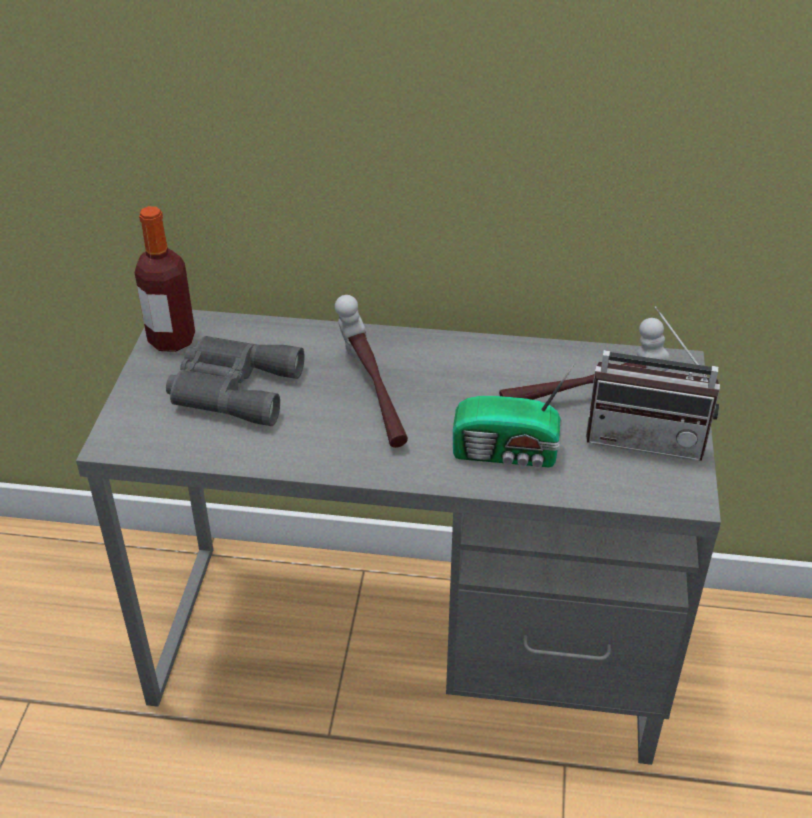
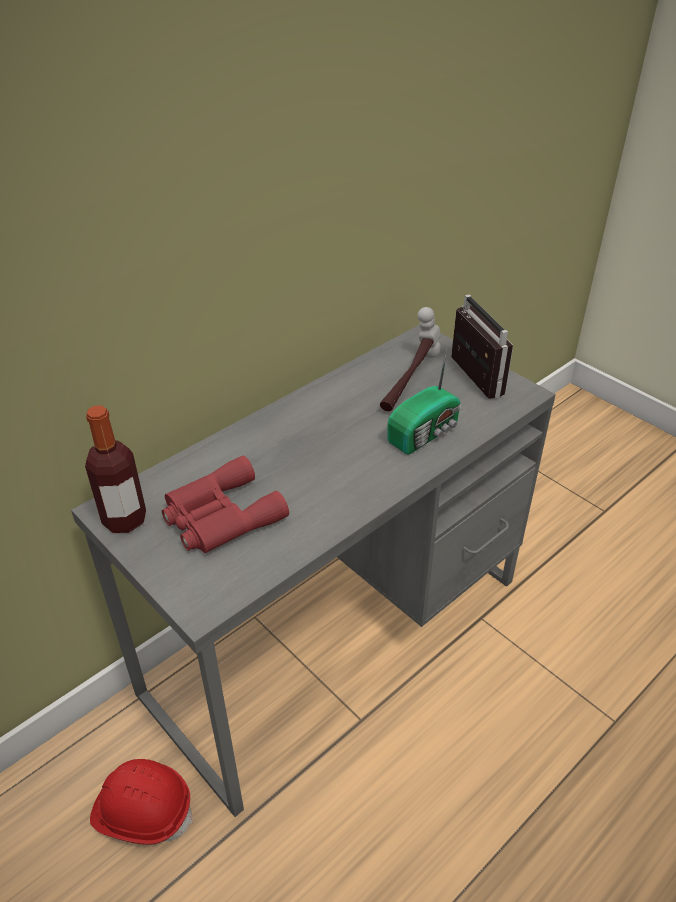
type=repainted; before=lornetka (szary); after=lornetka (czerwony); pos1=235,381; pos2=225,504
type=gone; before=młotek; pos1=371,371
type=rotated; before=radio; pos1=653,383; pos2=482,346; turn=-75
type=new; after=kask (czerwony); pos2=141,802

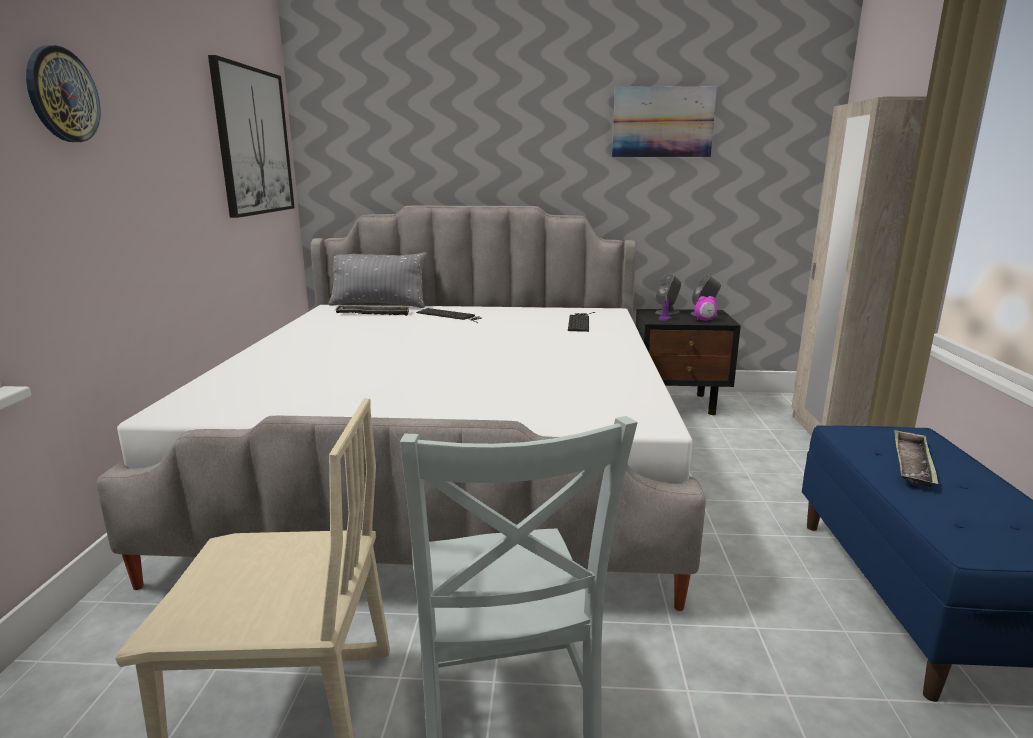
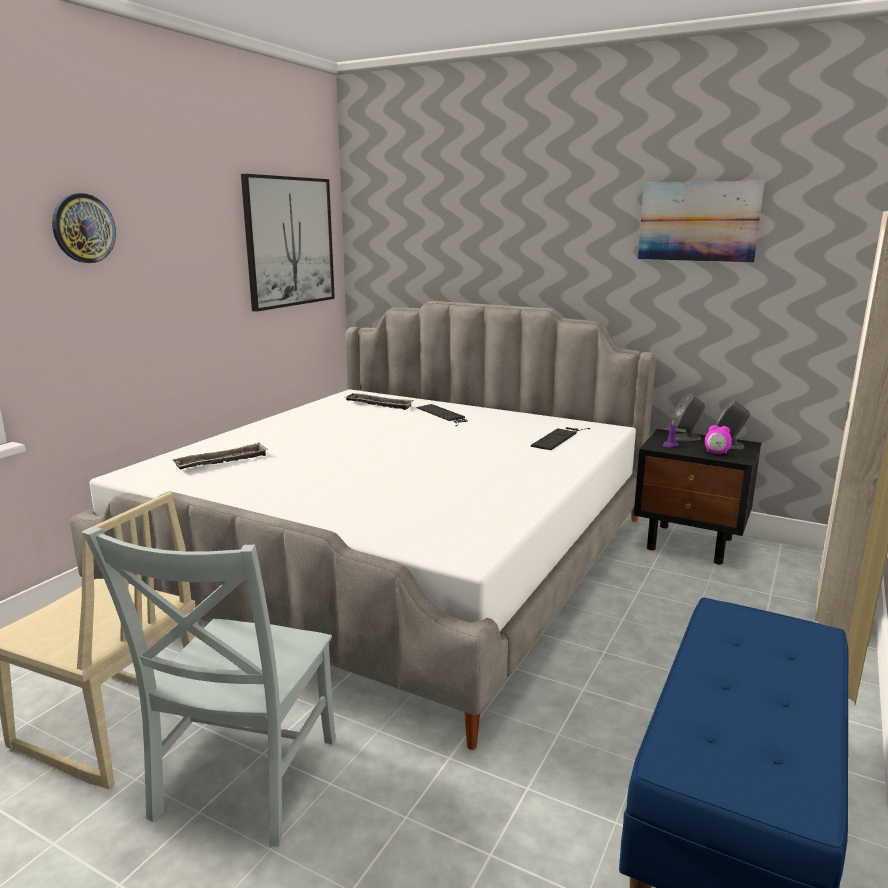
type=gone; before=poduszka (szary); pos1=378,280
type=shifted; before=taca; pos1=916,458; pos2=220,456

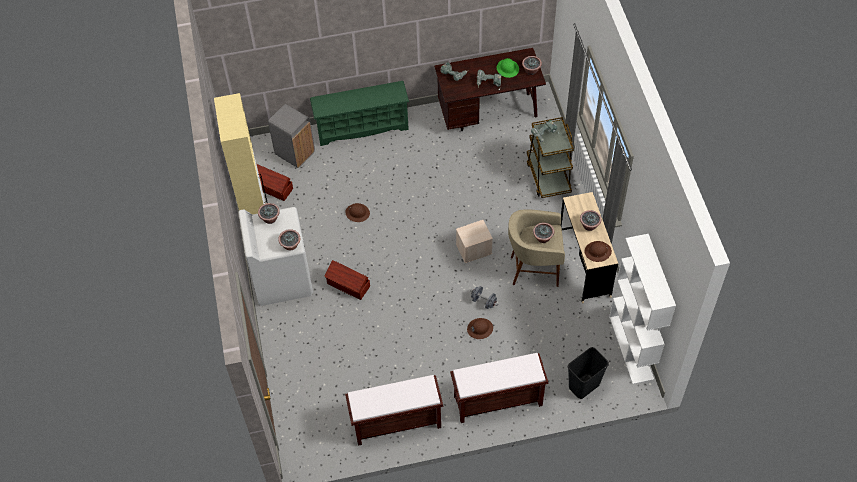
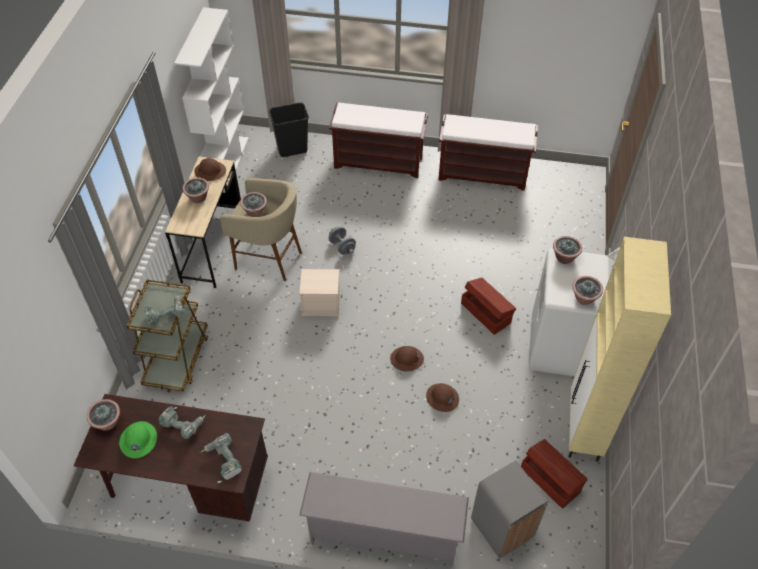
type=repainted; before=regał na buty (zielony); after=regał na buty (szary); pos1=359,113; pos2=384,519
type=shifted; before=kask (brązowy); pos1=480,328; pos2=407,358

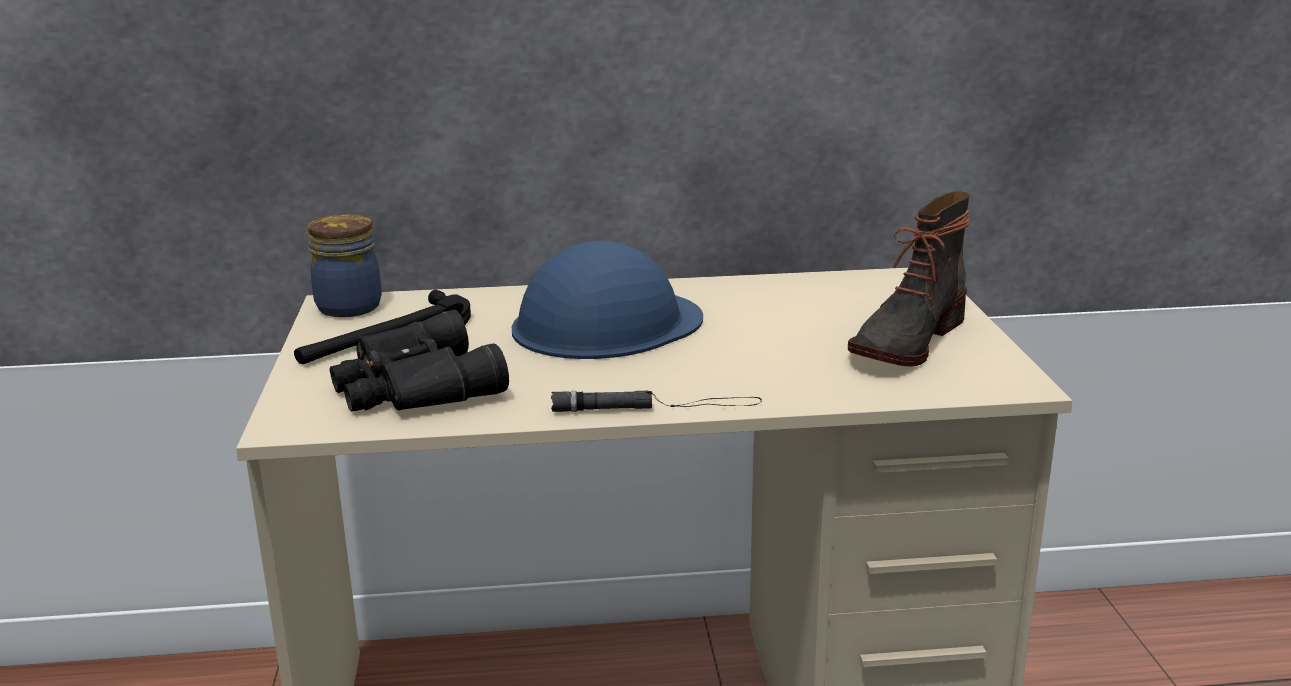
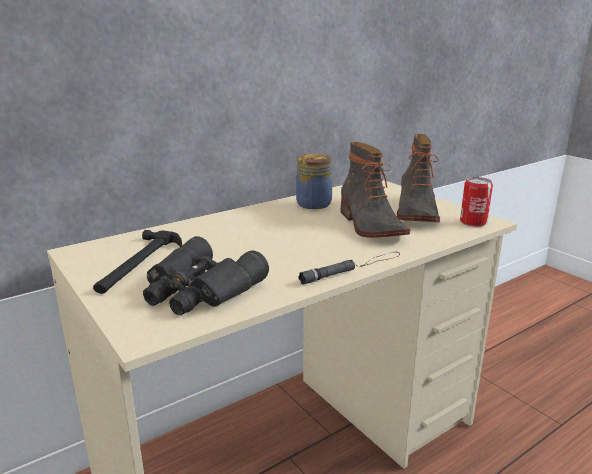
type=shifted; before=słoik; pos1=344,265; pos2=314,181
type=gone; before=kask (niebieski); pos1=607,300
type=new; after=but z cholewką; pos2=375,190
type=new; after=puszka; pos2=476,202

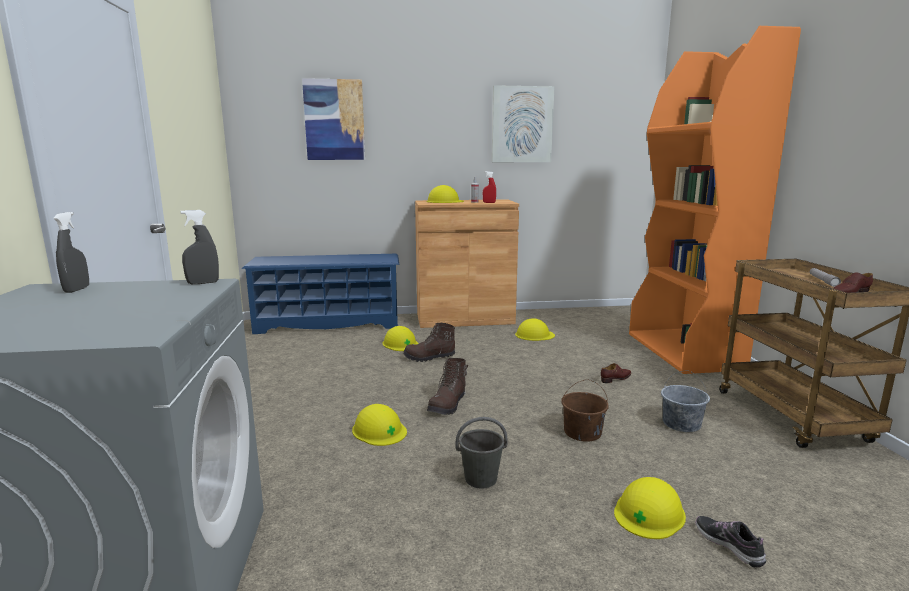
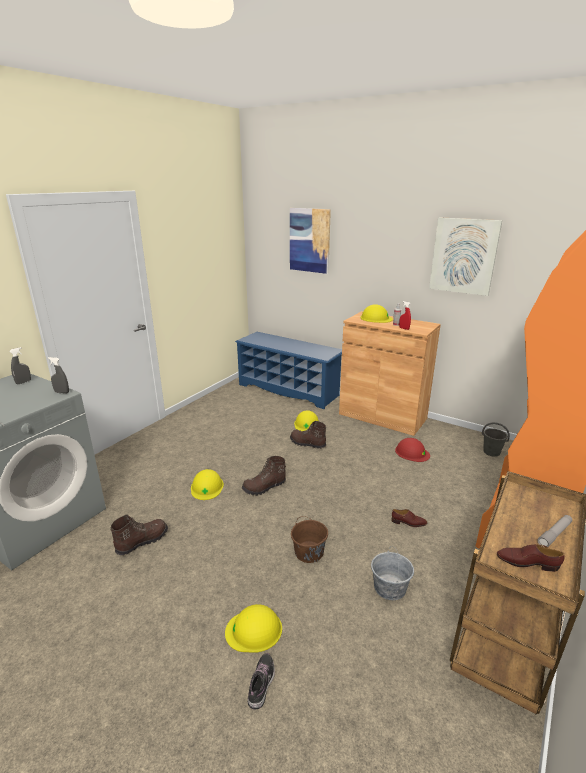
type=shifted; before=wiadro (szary); pos1=481,453; pos2=496,439
type=repainted; before=kask (żółty); after=kask (czerwony); pos1=535,329; pos2=412,450
type=new; after=but z cholewką (brązowy); pos2=139,535

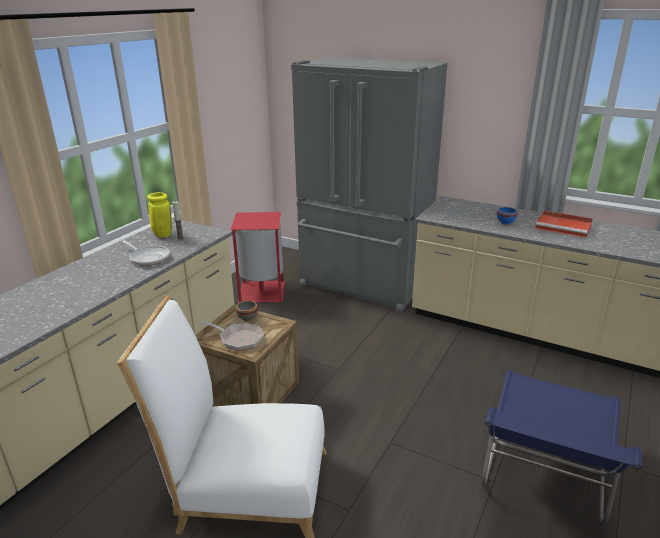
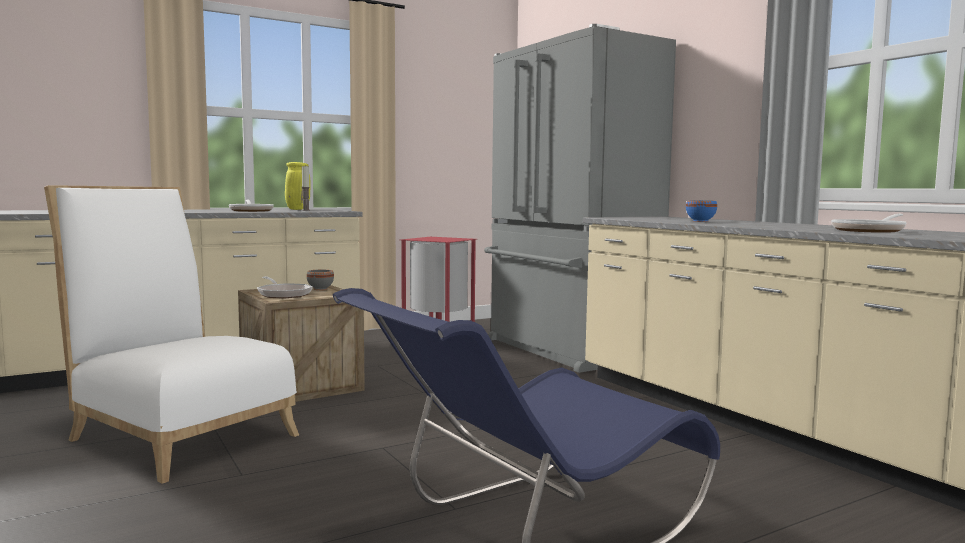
type=gone; before=taca (czerwony); pos1=564,224
type=new; after=patelnia; pos2=868,223

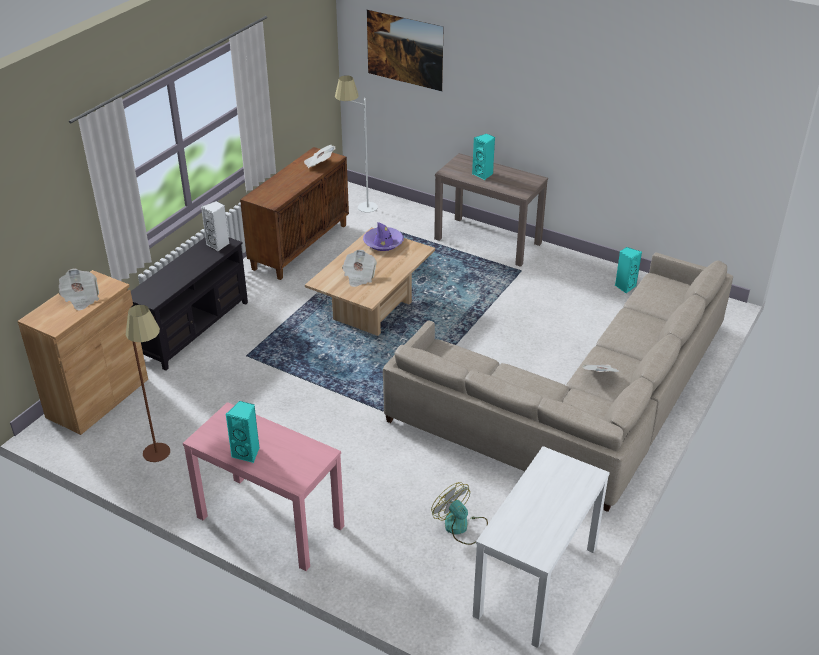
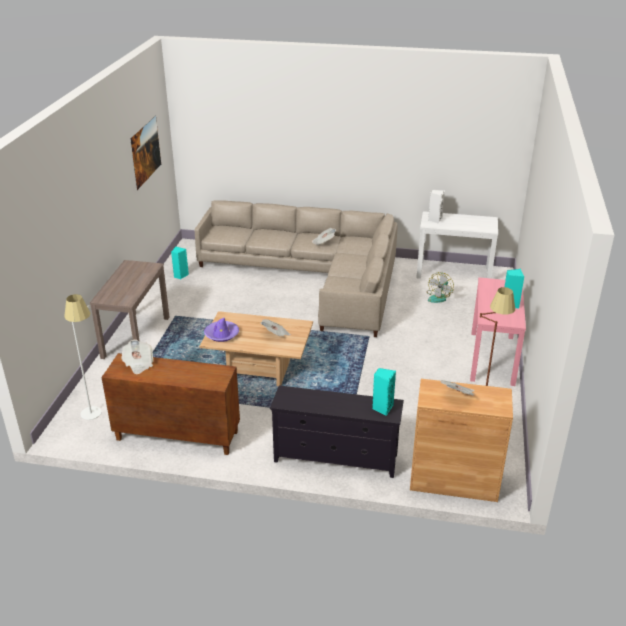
type=shifted; before=głośnik (biały); pos1=215,226; pos2=436,206
type=shifted; before=obraz; pos1=405,50; pos2=145,153
type=shifted; before=głośnik (turkusowy); pos1=483,156; pos2=384,392

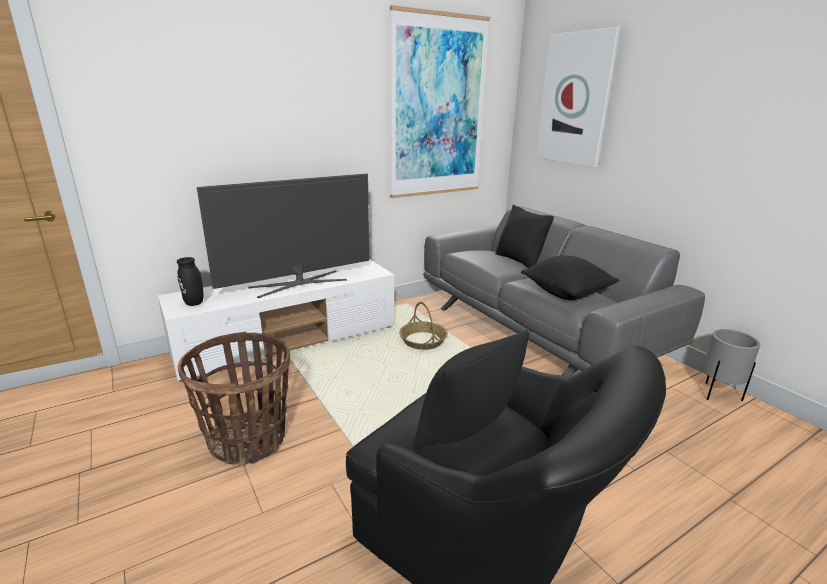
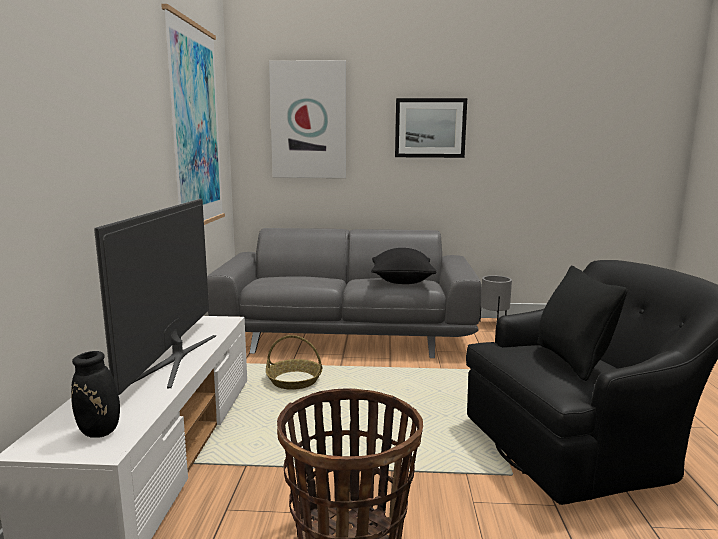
type=gone; before=poduszka (czarny); pos1=524,236
type=new; after=obraz; pos2=431,128

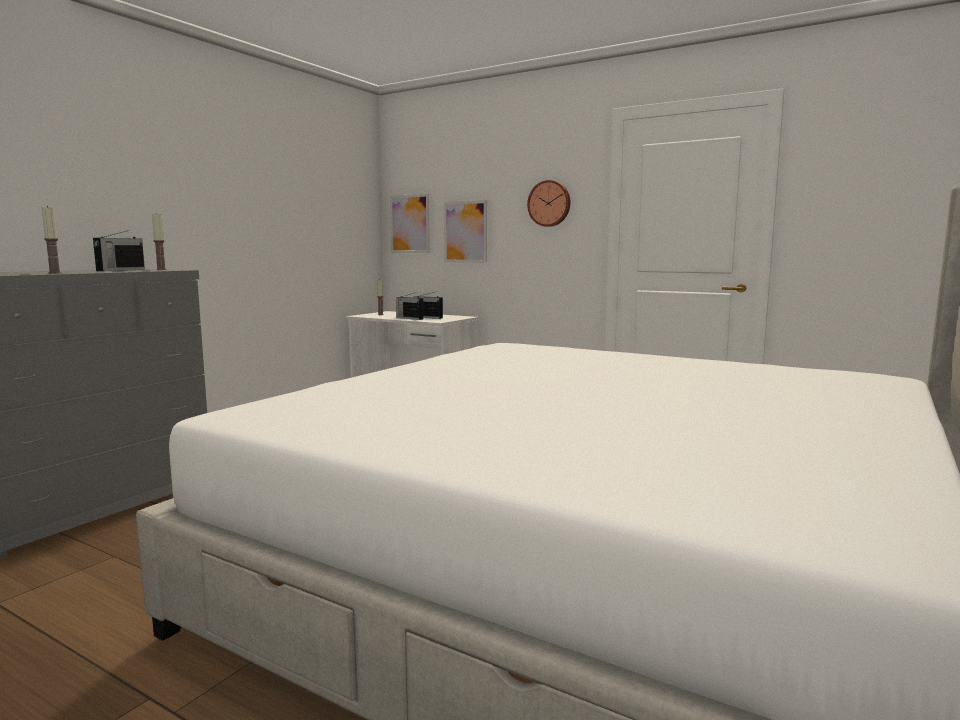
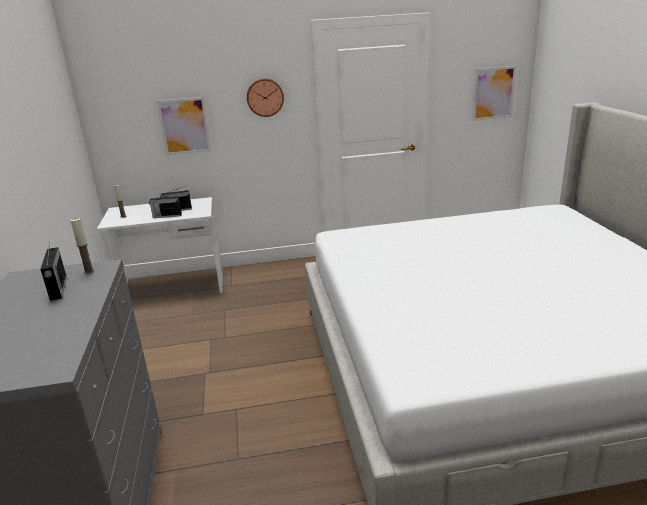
type=gone; before=świeca; pos1=51,240
type=shifted; before=obraz; pos1=410,223; pos2=494,93

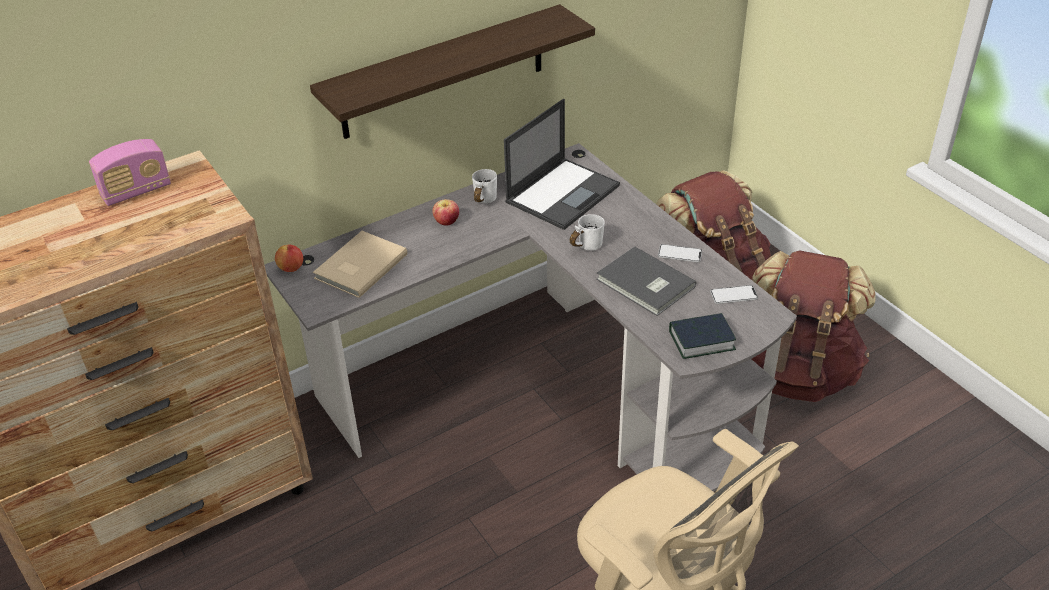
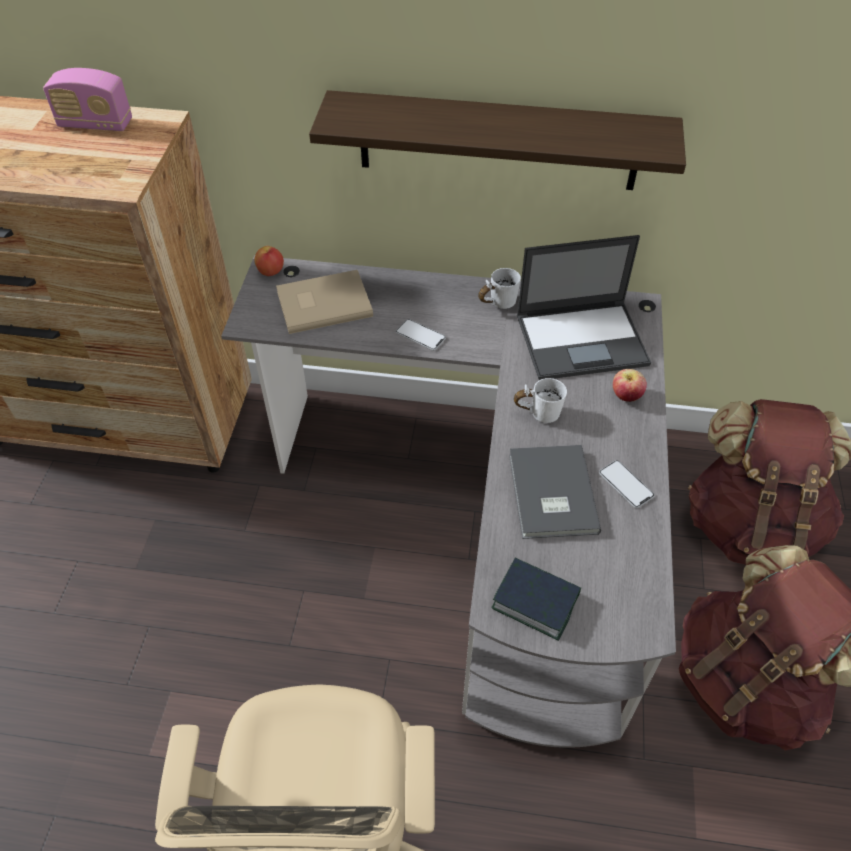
type=shifted; before=jabłko; pos1=445,212; pos2=630,385
type=shifted; before=telefon; pos1=734,294; pos2=421,335

